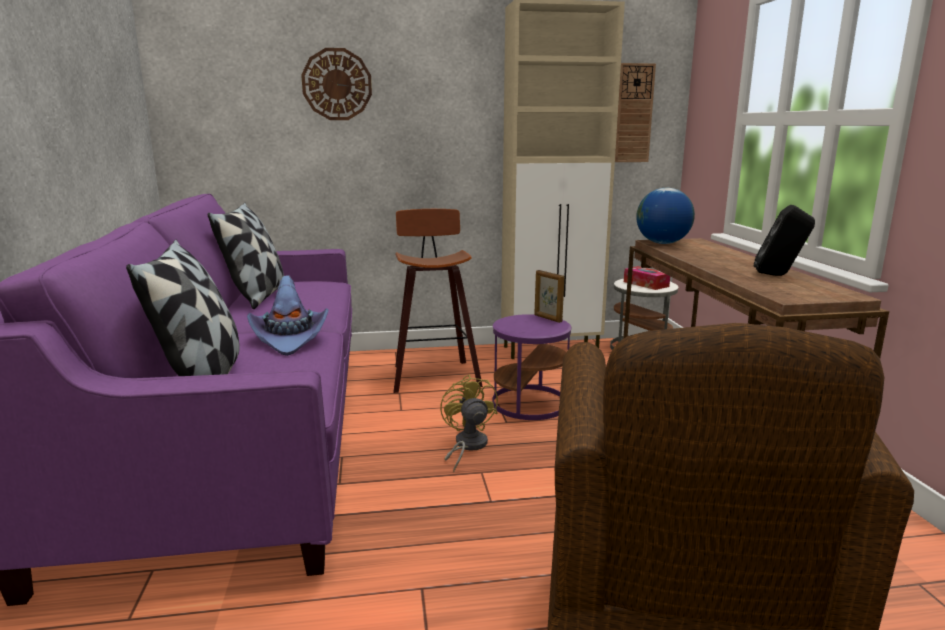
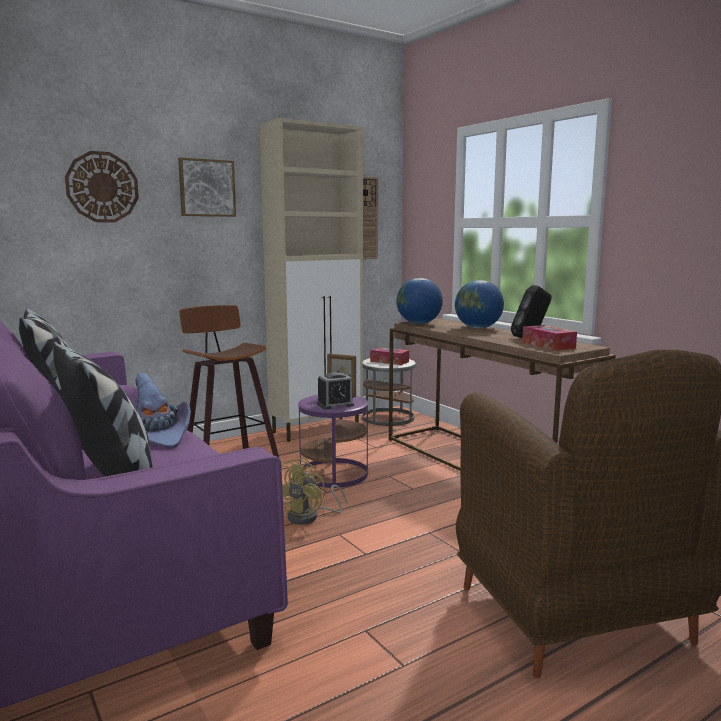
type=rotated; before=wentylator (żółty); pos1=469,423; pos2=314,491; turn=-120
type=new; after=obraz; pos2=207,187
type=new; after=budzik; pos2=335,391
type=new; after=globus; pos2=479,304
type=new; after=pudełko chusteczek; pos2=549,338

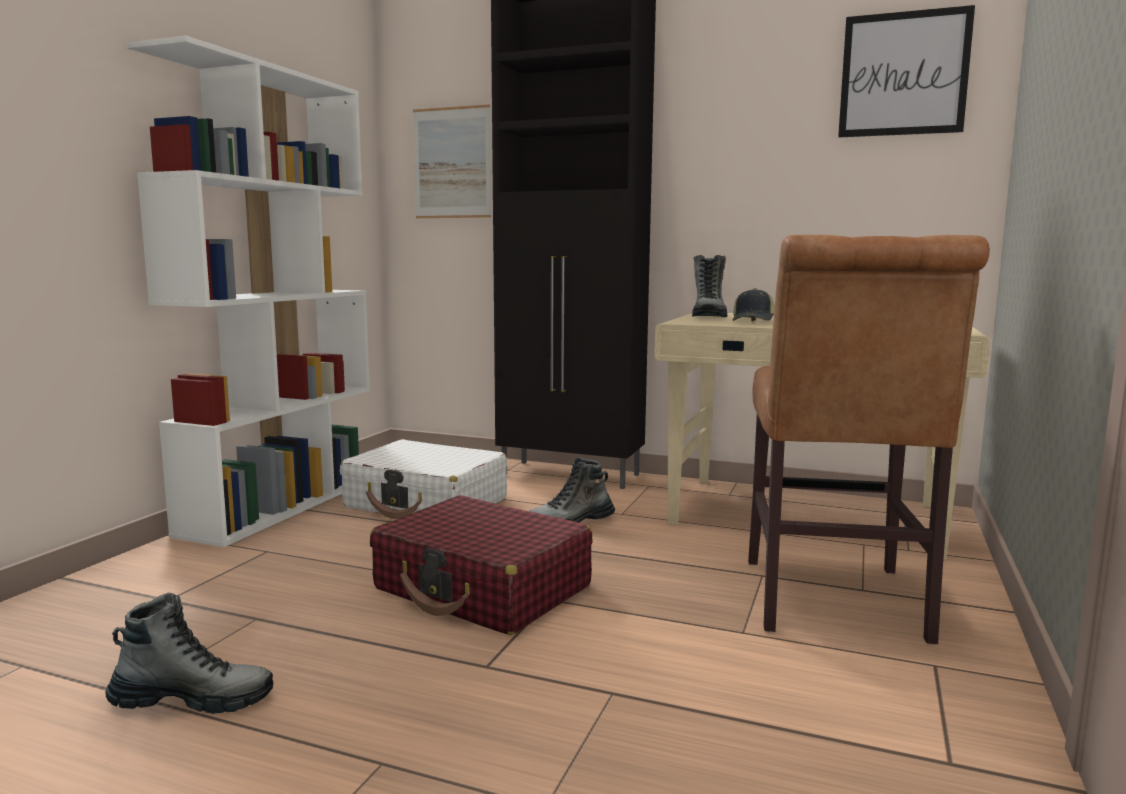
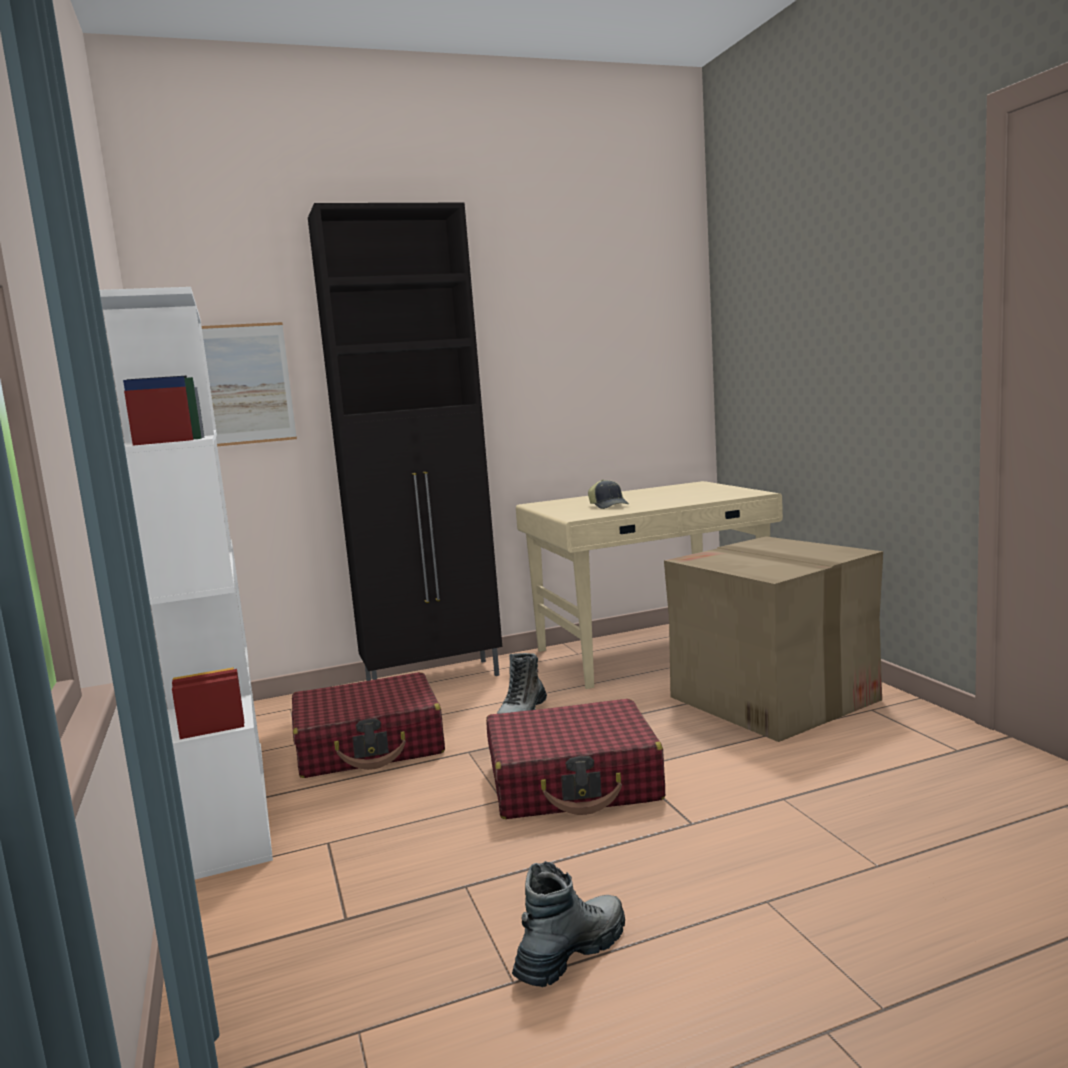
type=repainted; before=walizka (biały); after=walizka (czerwony); pos1=423,479; pos2=368,725
type=gone; before=but z cholewką; pos1=709,286
type=swapped; before=krzesło (brązowy); after=karton; pos1=869,439; pos2=773,639
type=gone; before=obraz; pos1=906,71

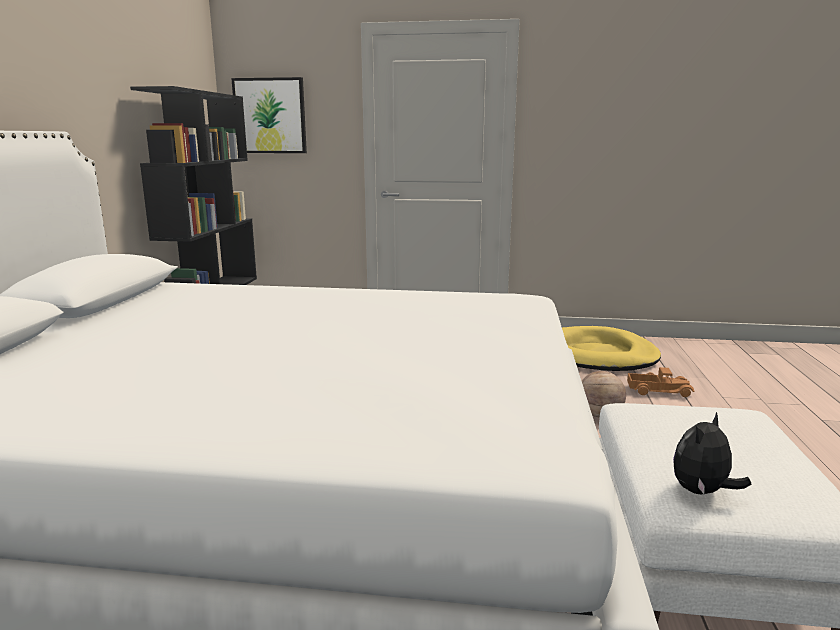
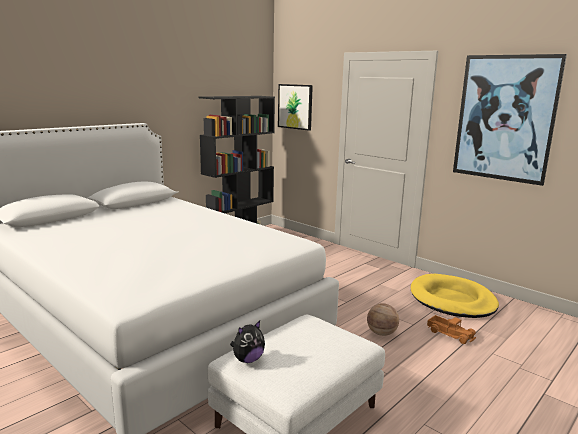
type=rotated; before=pluszak; pos1=712,453; pos2=247,342; turn=150
type=new; after=obraz; pos2=510,120

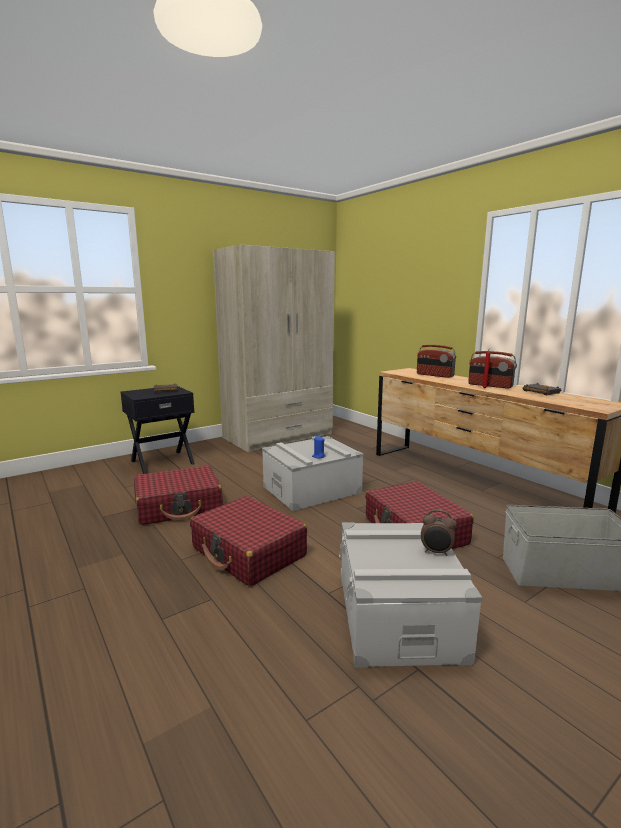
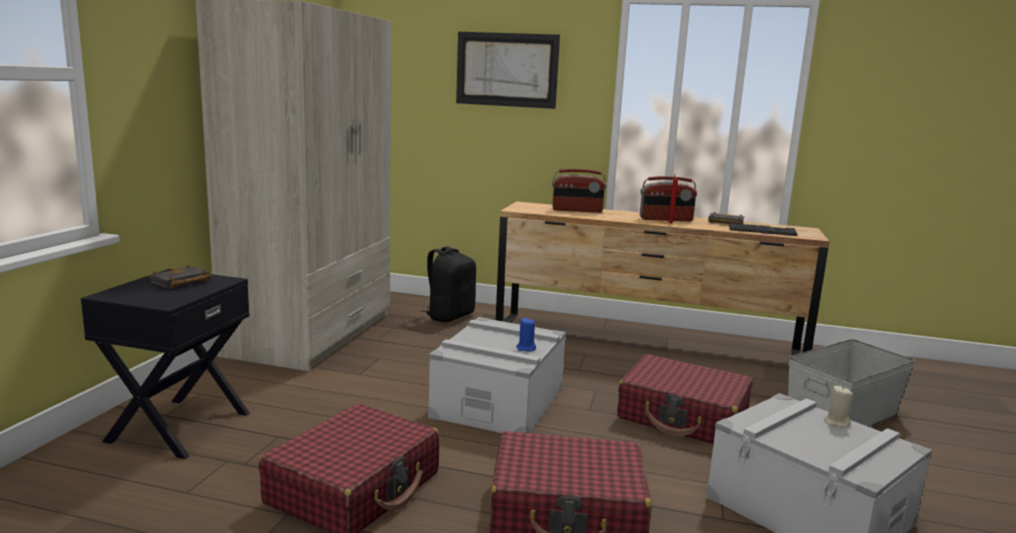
type=swapped; before=budzik; after=świeca (beżowy); pos1=439,533; pos2=838,407
type=new; after=plecak (czarny); pos2=448,284
type=new; after=obraz; pos2=508,70
type=new; after=klawiatura; pos2=763,229

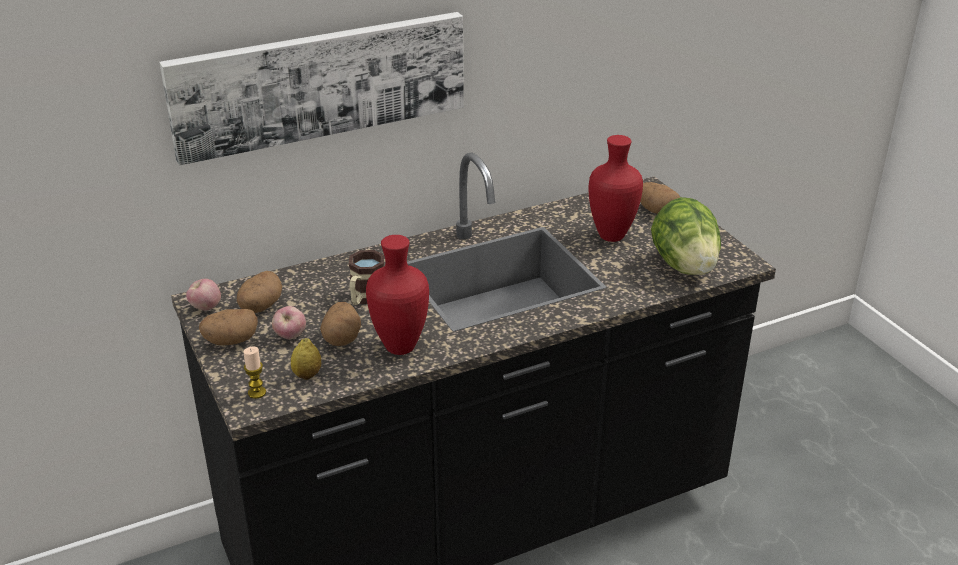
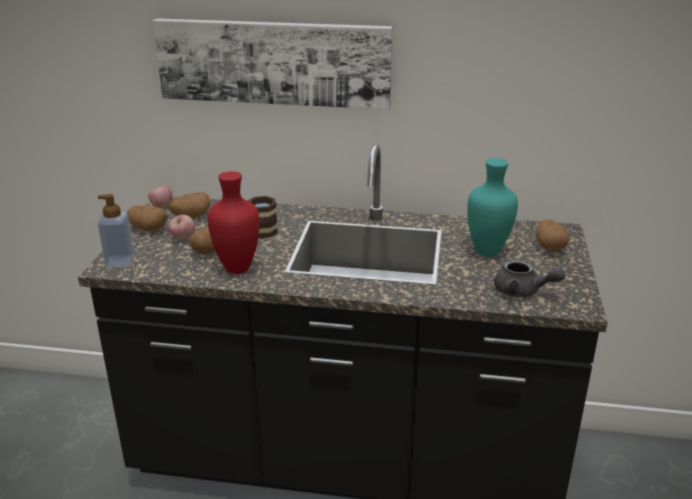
type=swapped; before=świeca; after=dozownik mydła; pos1=254,373; pos2=116,231
type=gone; before=cytryna; pos1=306,359
type=repainted; before=wazon (czerwony); after=wazon (turkusowy); pos1=616,188; pos2=492,207
type=swapped; before=sałata; after=imbryk (szary); pos1=686,236; pos2=529,278

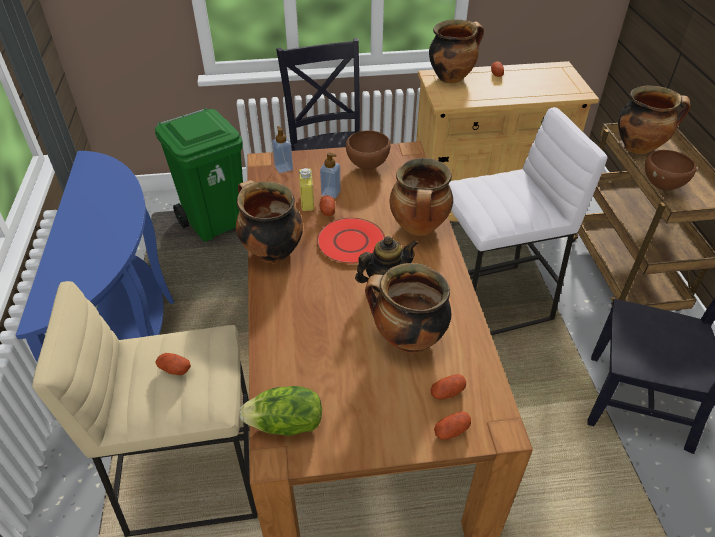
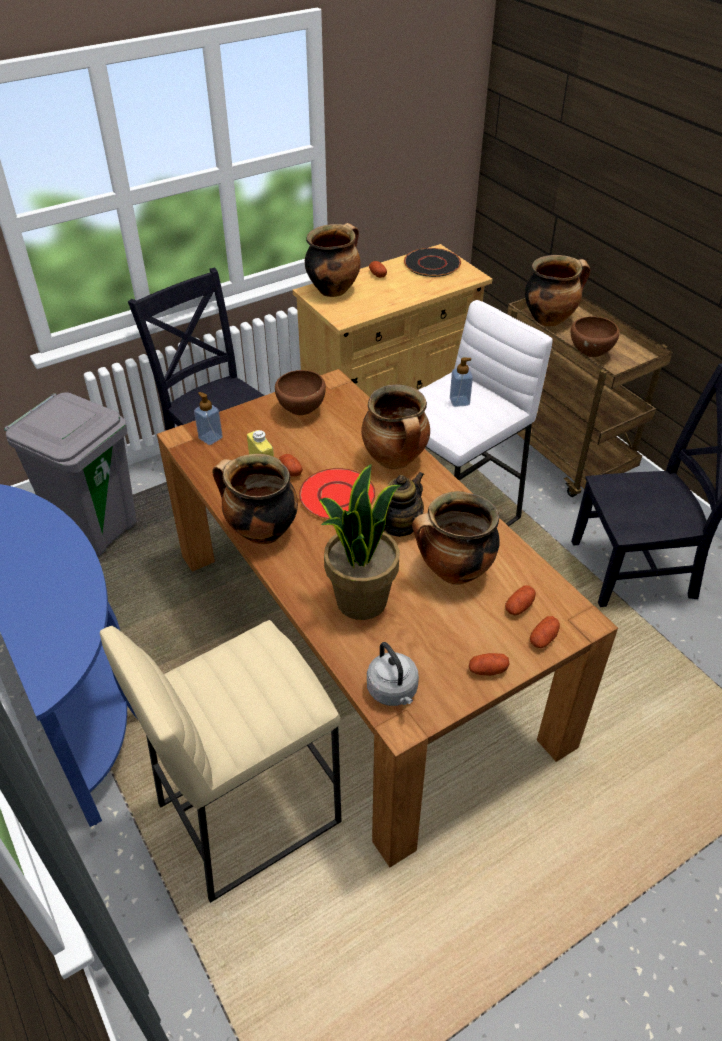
type=repainted; before=kosz na śmieci (zielony); after=kosz na śmieci (szary); pos1=199,174; pos2=70,474
type=shifted; before=ziemniak; pos1=173,364; pos2=489,664
type=swapped; before=sałata; after=czajnik (szary); pos1=280,411; pos2=393,674
type=shifted; before=dozownik mydła; pos1=330,175; pos2=461,382
type=new; after=roślina doniczkowa; pos2=359,542
type=new; after=talerz (czarny); pos2=432,262

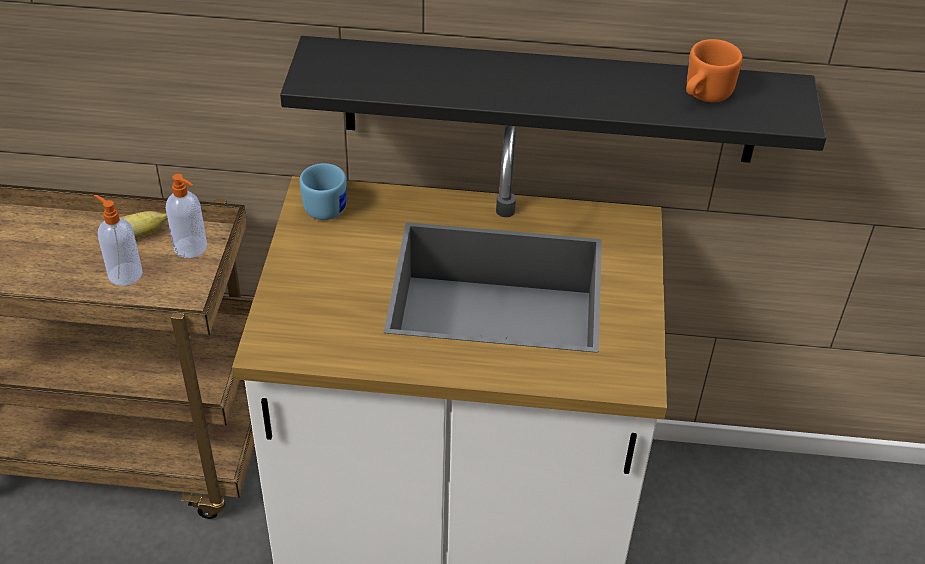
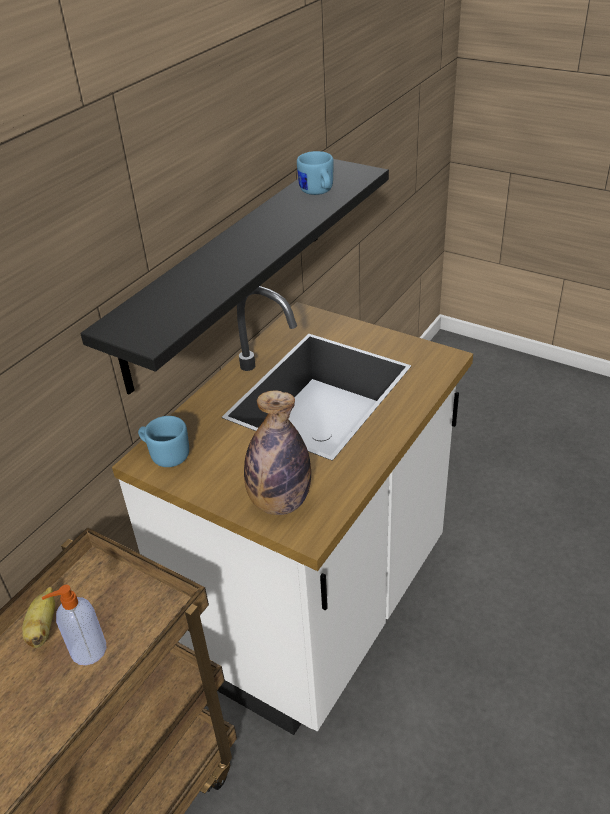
type=gone; before=dozownik mydła; pos1=186,216
type=repainted; before=kubek (pomarańczowy); after=kubek (niebieski); pos1=714,70; pos2=315,173
type=new; after=butelka; pos2=277,453

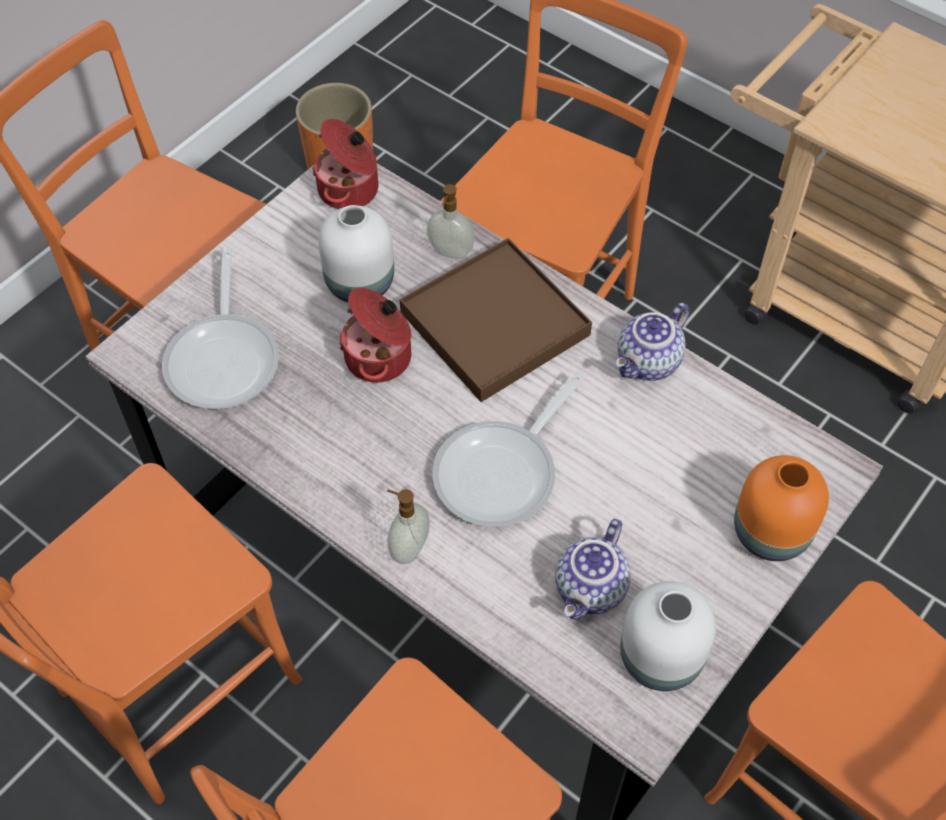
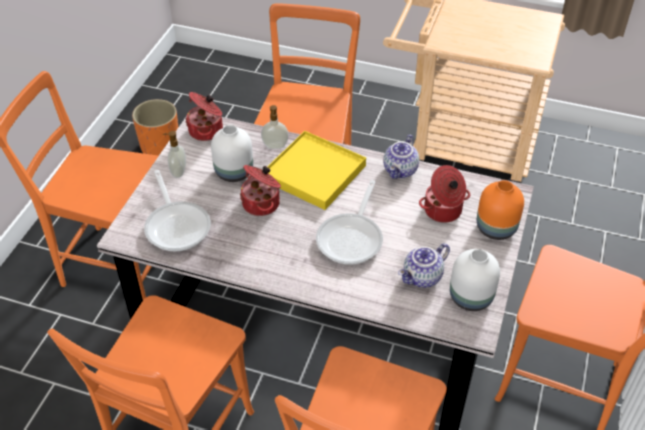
type=shifted; before=dozownik mydła; pos1=408,526; pos2=174,154
type=repainted; before=taca (brązowy); after=taca (żółty); pos1=495,320; pos2=316,170
type=rotated; before=imbryk; pos1=593,569; pos2=424,265; turn=45
type=new; after=garnek; pos2=444,194

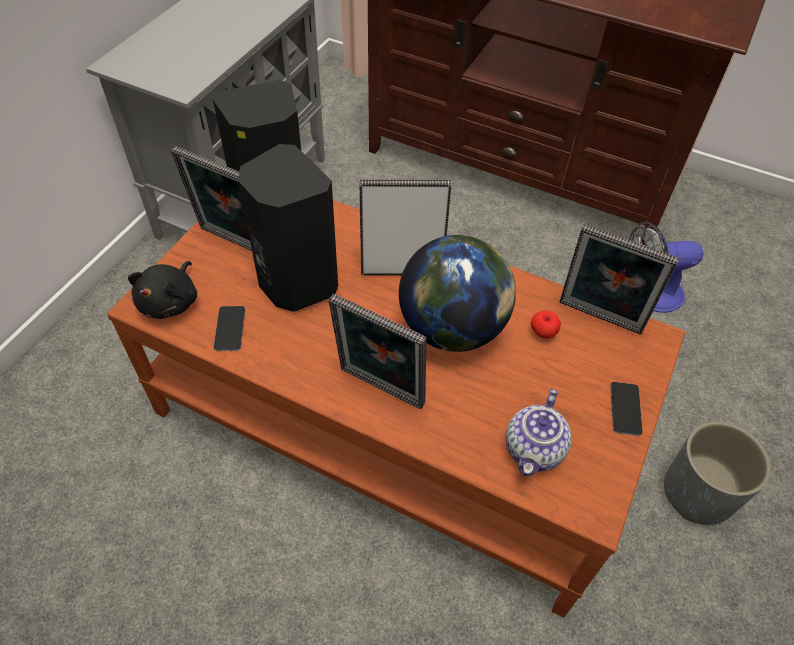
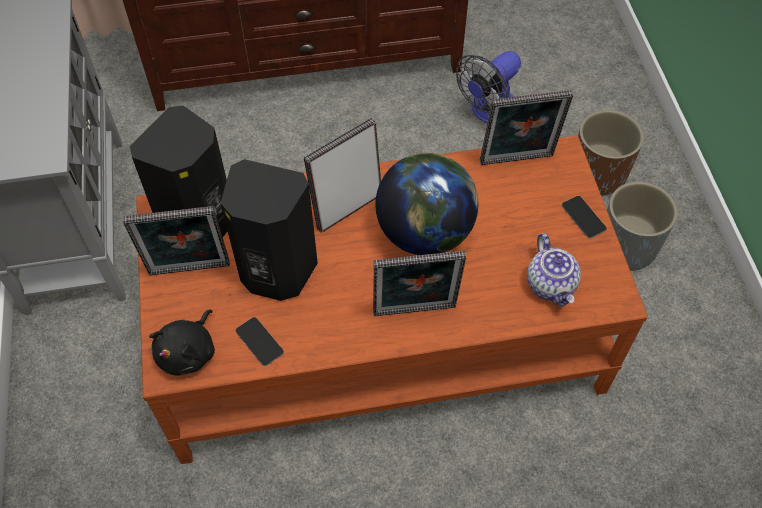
type=rotated; before=pluszak (czarny); pos1=162,290; pos2=182,342; turn=45
type=gone; before=jabłko; pos1=546,325
type=new; after=donica (brązowy); pos2=611,153

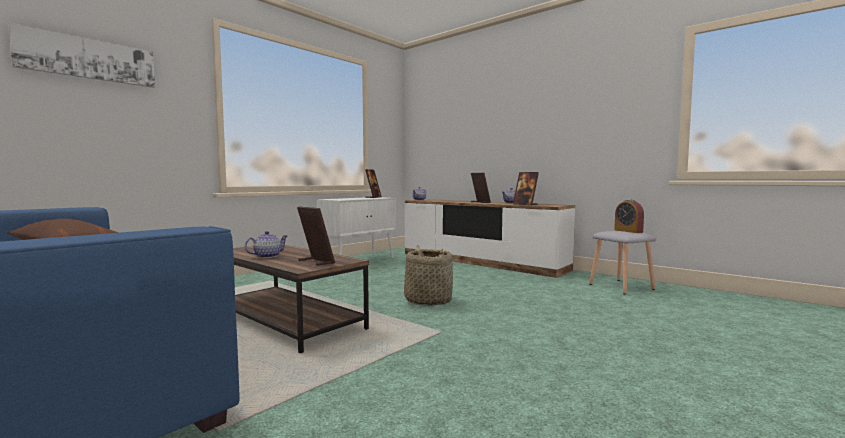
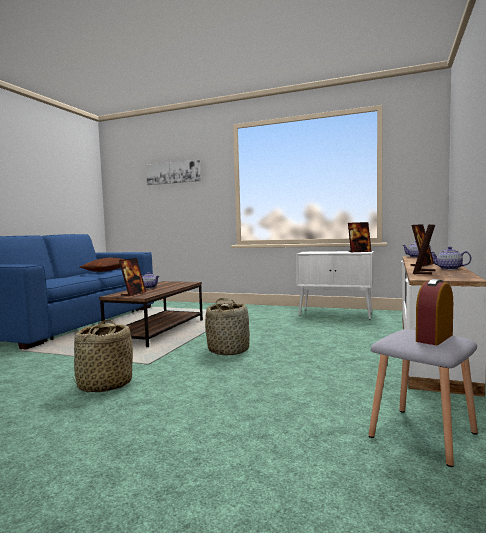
type=new; after=koszyk; pos2=103,356

